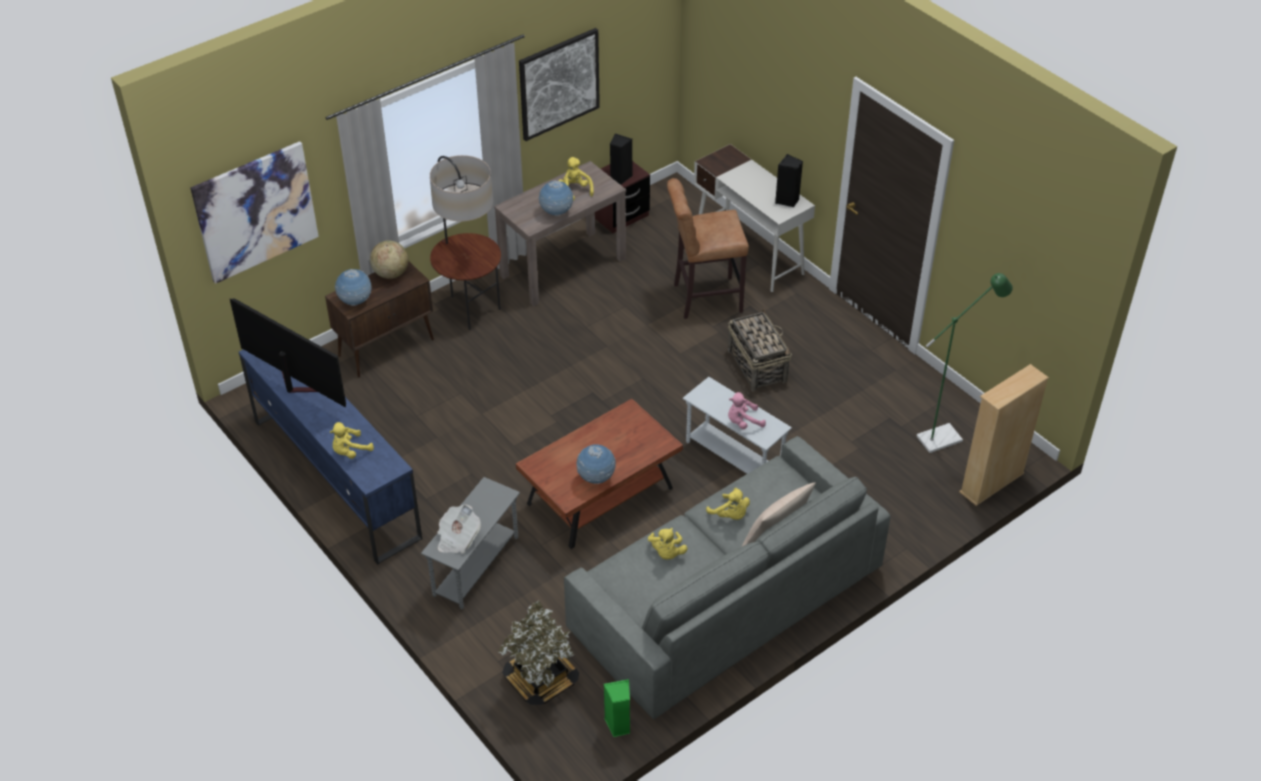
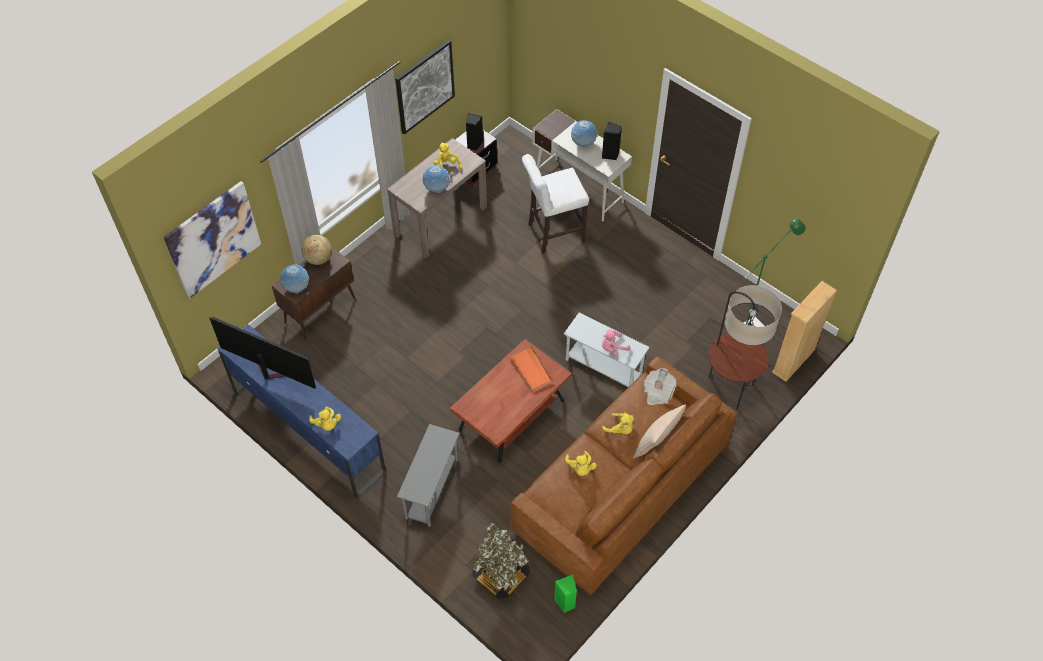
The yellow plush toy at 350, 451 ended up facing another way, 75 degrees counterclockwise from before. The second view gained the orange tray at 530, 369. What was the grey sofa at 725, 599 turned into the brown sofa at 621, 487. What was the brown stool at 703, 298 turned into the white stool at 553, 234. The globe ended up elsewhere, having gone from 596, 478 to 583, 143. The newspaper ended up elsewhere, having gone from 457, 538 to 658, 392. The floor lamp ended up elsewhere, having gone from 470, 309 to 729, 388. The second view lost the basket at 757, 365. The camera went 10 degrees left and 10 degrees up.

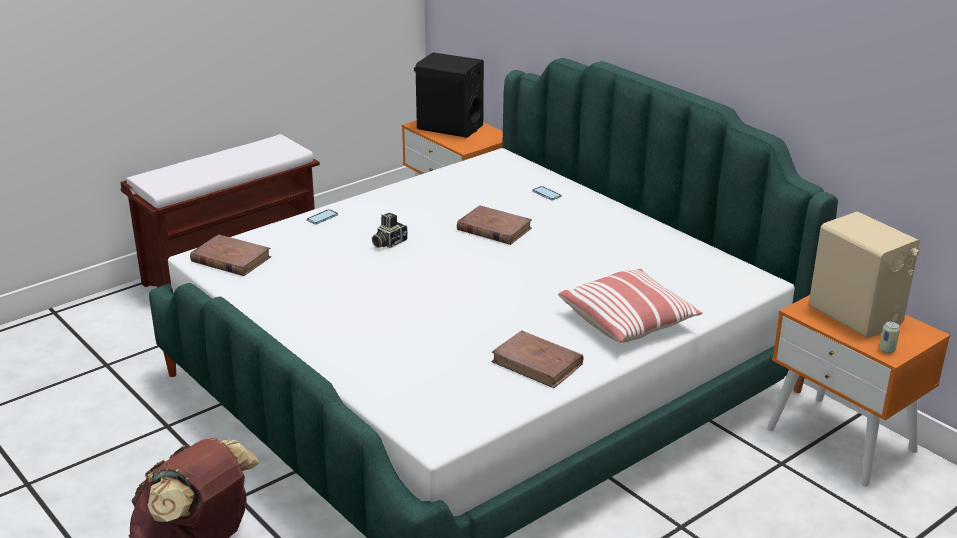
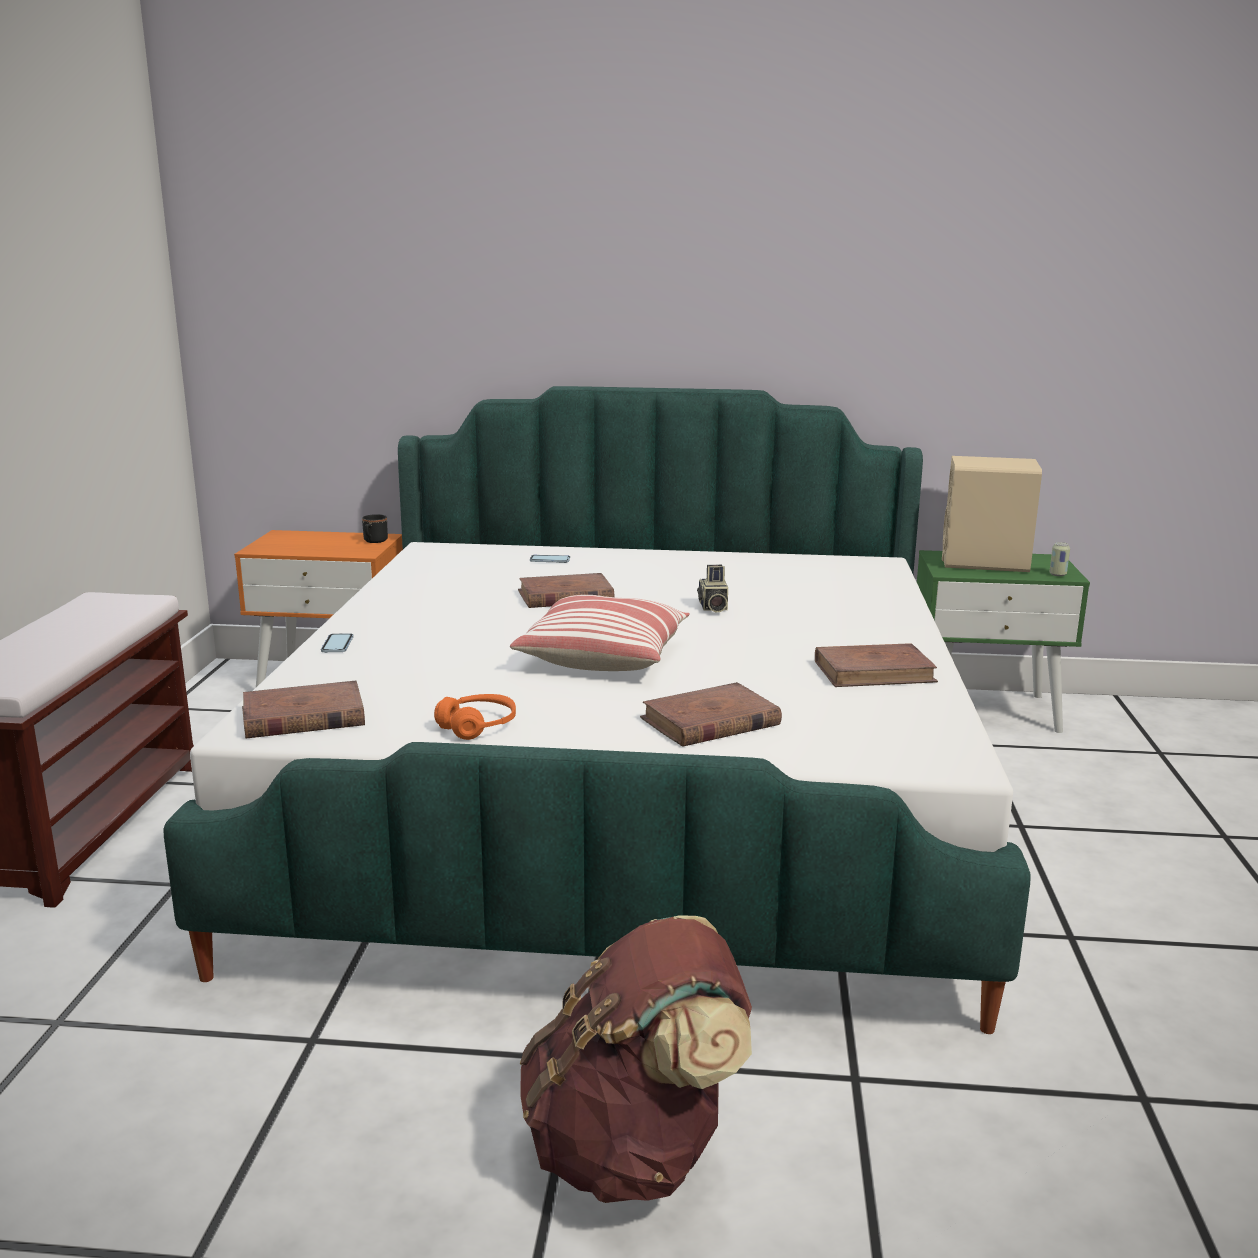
The second view gained the black mug at 374, 541. The second view gained the orange headphones at 477, 726. The pillow ended up elsewhere, having gone from 628, 321 to 603, 656. The second view gained the brown book at 710, 722. The photo camera ended up elsewhere, having gone from 388, 243 to 712, 607. What was the orange nightstand at 842, 440 turned into the green nightstand at 985, 710. The second view lost the black speaker at 449, 127. The camera went 45 degrees left and 10 degrees down.

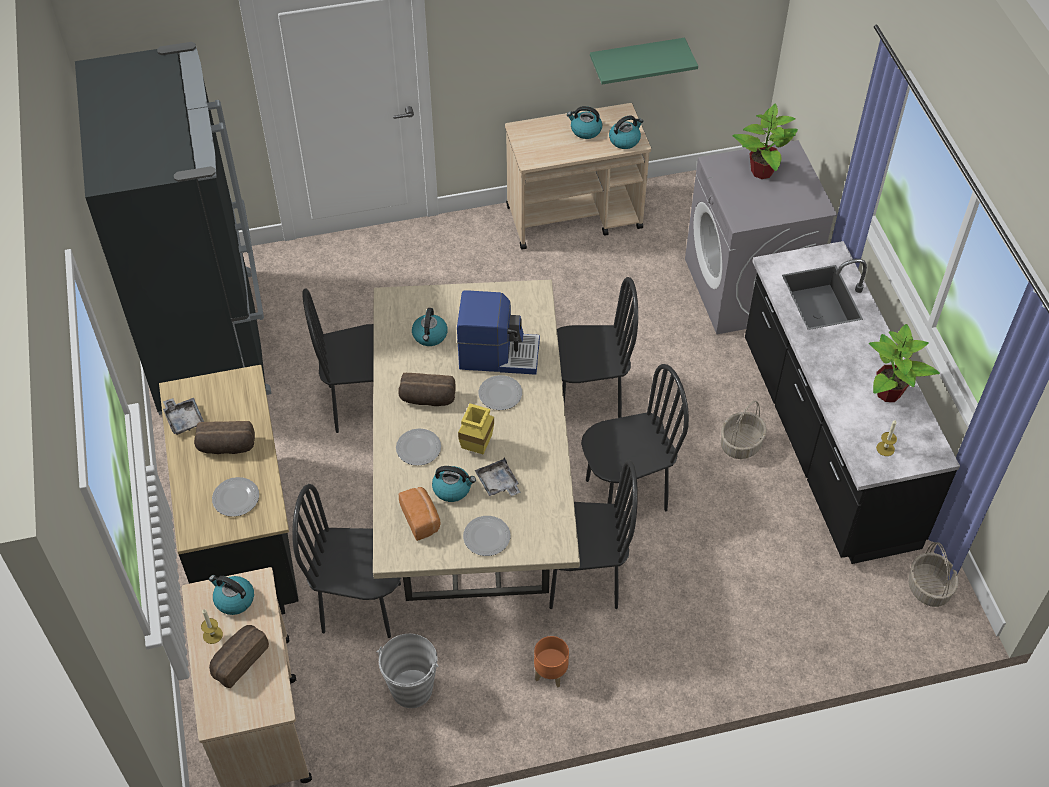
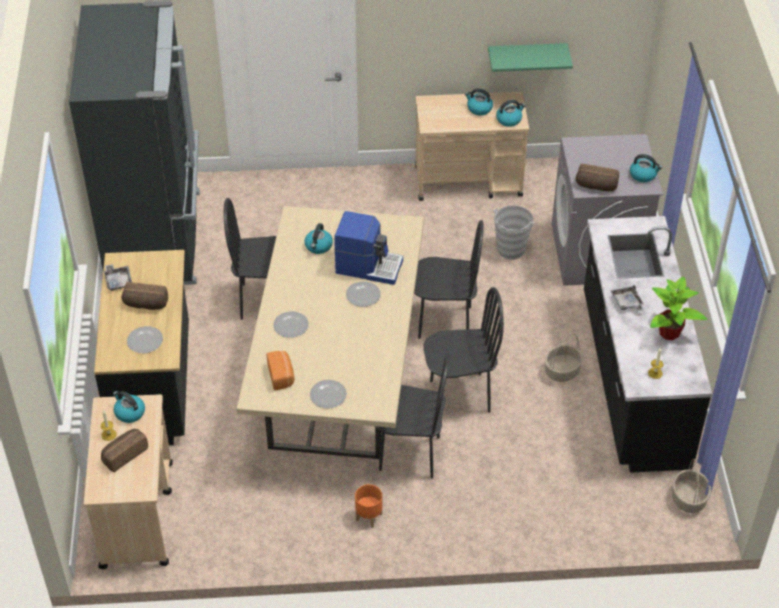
The grey bucket ended up elsewhere, having gone from 411, 689 to 510, 250. The bread ended up elsewhere, having gone from 427, 399 to 596, 186. The grey tray ended up elsewhere, having gone from 498, 483 to 627, 303. The kettle ended up elsewhere, having gone from 452, 488 to 643, 175. The second view lost the black chair at 361, 606. The second view lost the yellow vase at 476, 446. The second view lost the potted plant at 761, 171. The camera went 10 degrees right and 5 degrees down.

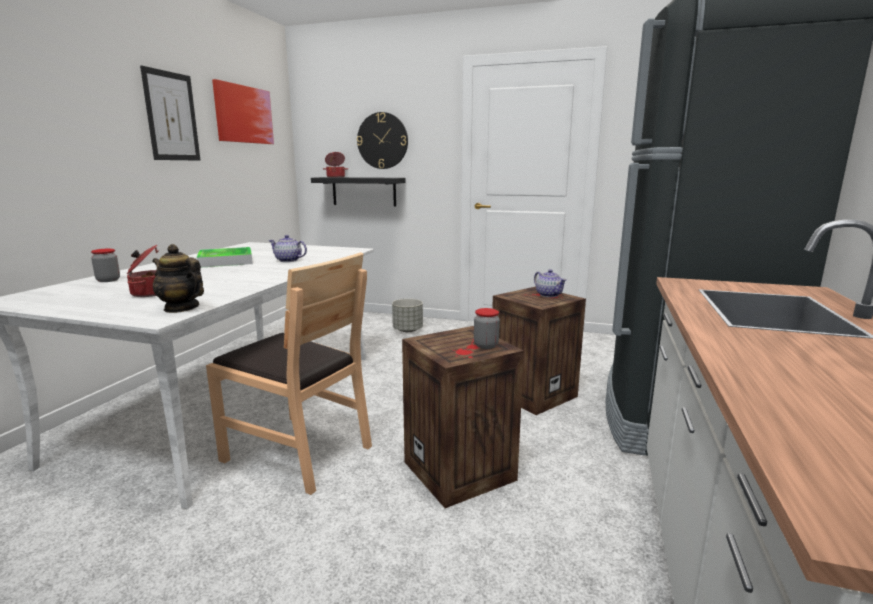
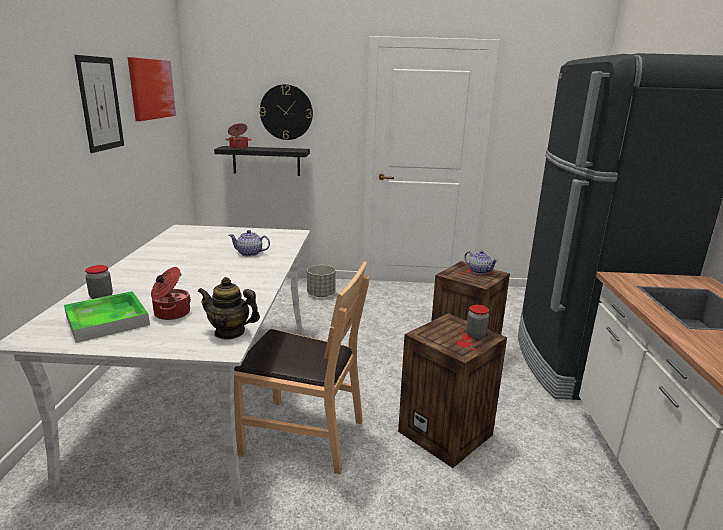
The tray ended up elsewhere, having gone from 226, 261 to 107, 320. The camera went 15 degrees left and 5 degrees up.

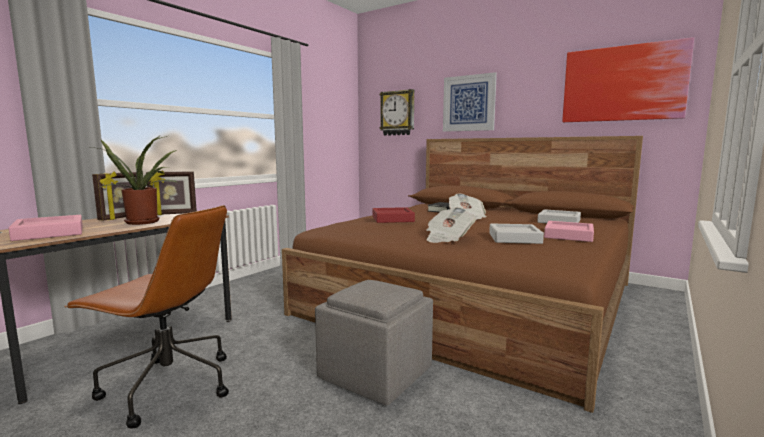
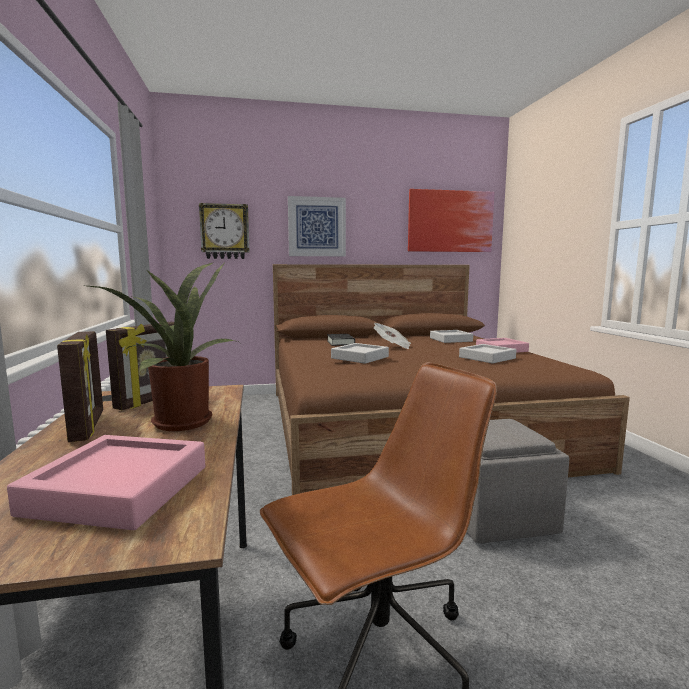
What was the red tray at 392, 219 turned into the grey tray at 360, 357. The second view lost the newspaper at 447, 238. The camera went 45 degrees left and 0 degrees up.

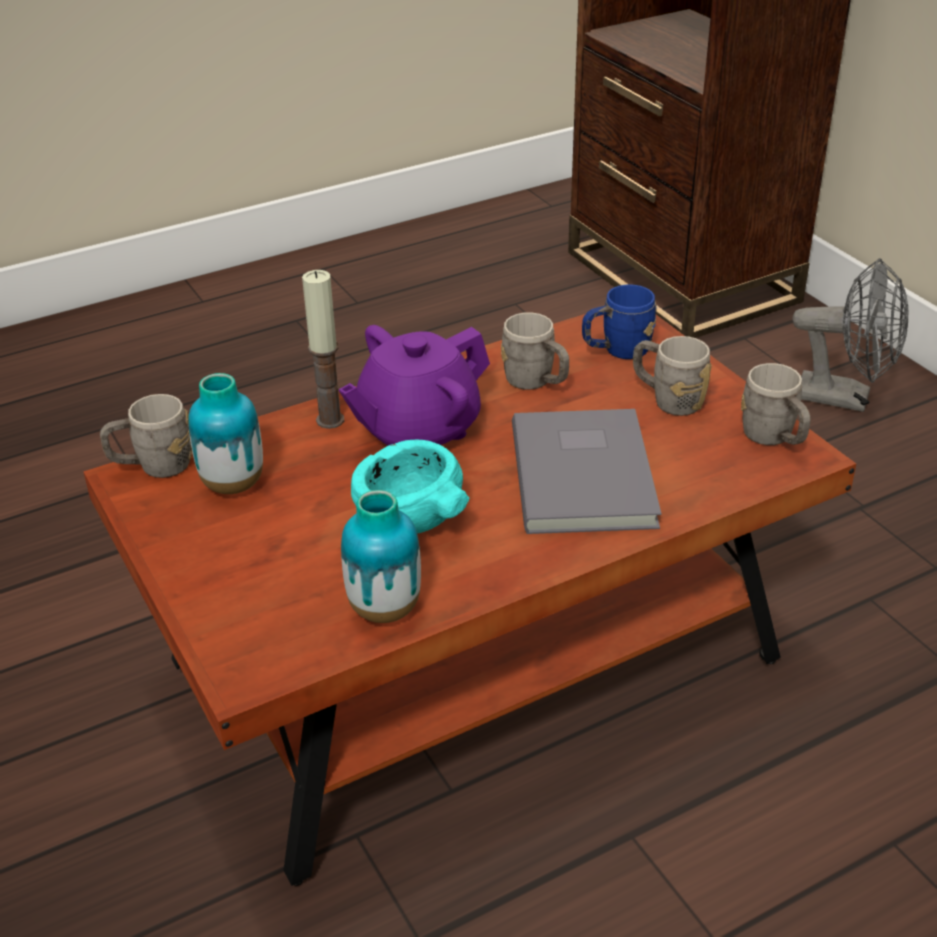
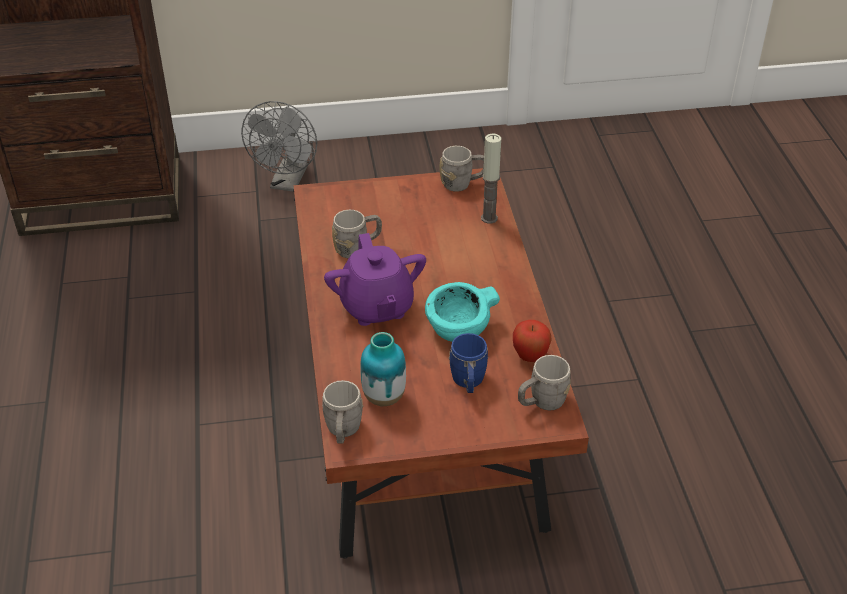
The grey fan at 845, 398 ended up facing another way, 150 degrees clockwise from before. The blue mug ended up elsewhere, having gone from 617, 351 to 468, 383. The candle ended up elsewhere, having gone from 330, 420 to 489, 218. Where the vase stood at 384, 609, the apple came to stand at 530, 356. The grey mug ended up elsewhere, having gone from 668, 399 to 541, 402. The second view lost the grey book at 587, 473. The camera went 70 degrees left and 5 degrees up.

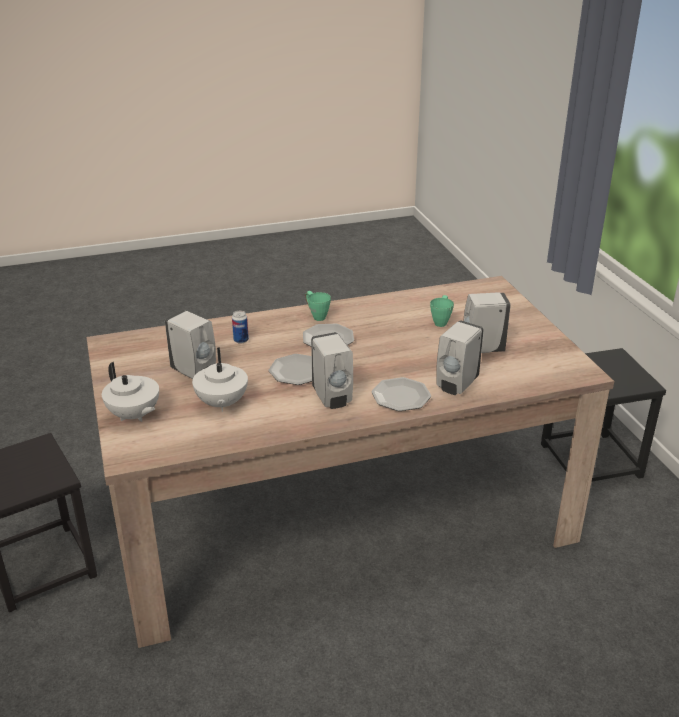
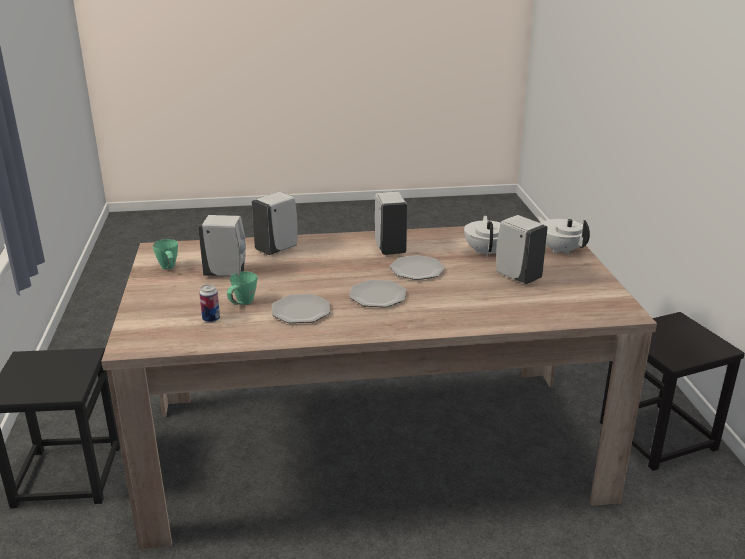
The green mug ended up elsewhere, having gone from 316, 316 to 169, 269. The can ended up elsewhere, having gone from 241, 340 to 211, 319. The plate ended up elsewhere, having gone from 400, 397 to 301, 311. The camera went 170 degrees left and 5 degrees down.

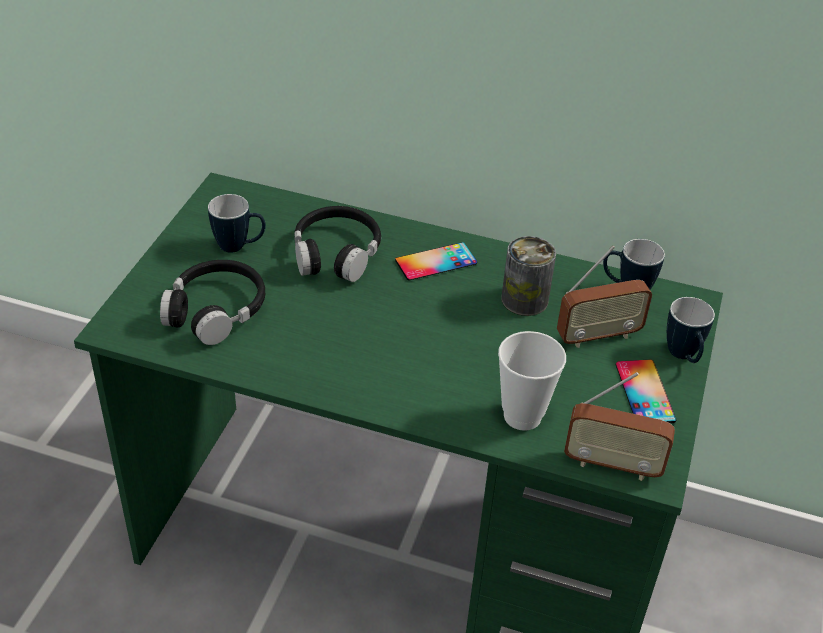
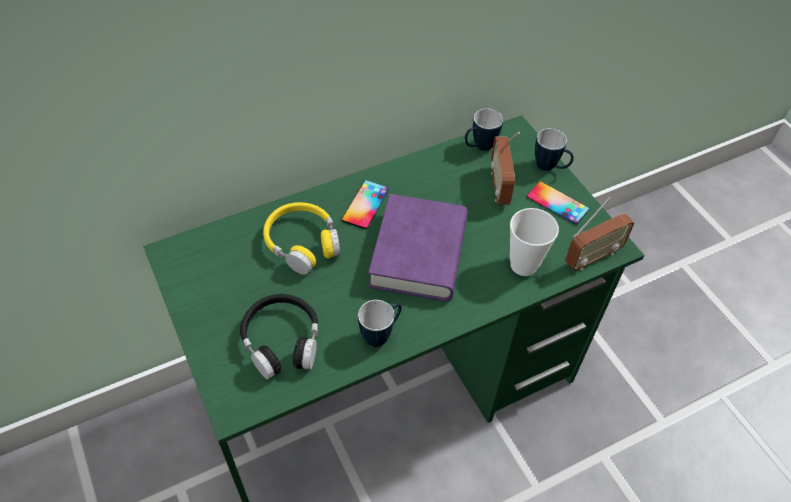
What was the black headphones at 336, 253 turned into the yellow headphones at 302, 243. The mug ended up elsewhere, having gone from 239, 247 to 381, 335. The second view gained the purple book at 418, 253. The radio at 598, 336 ended up facing another way, 150 degrees clockwise from before. The second view lost the can at 524, 300. The camera went 45 degrees left and 10 degrees up.

